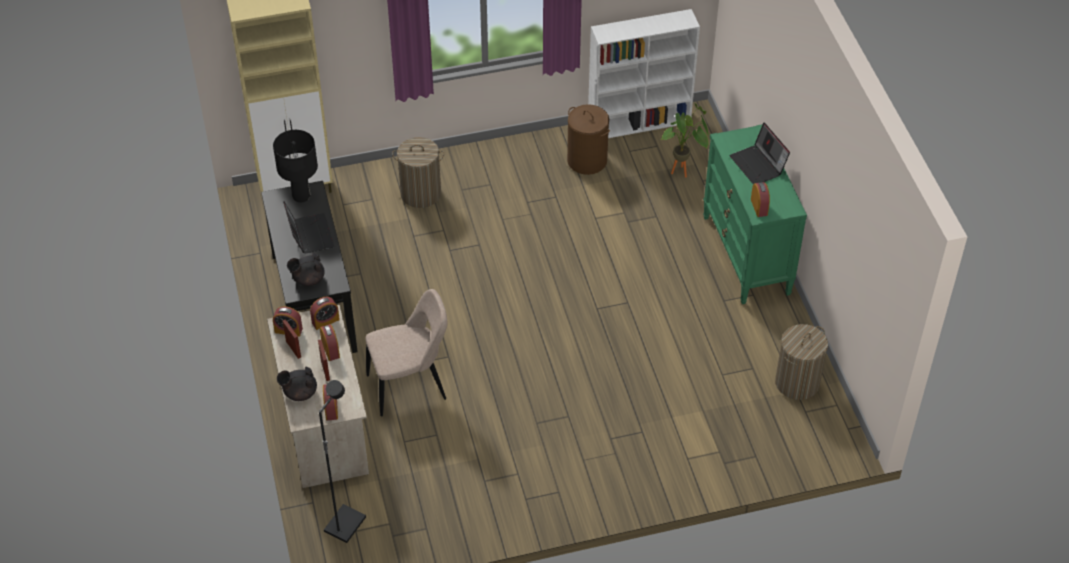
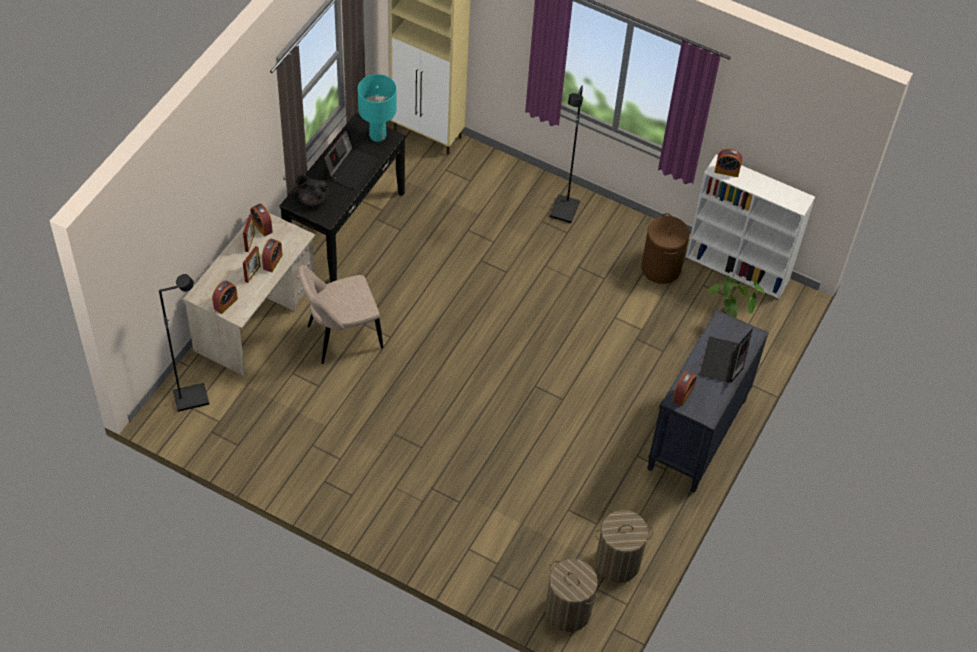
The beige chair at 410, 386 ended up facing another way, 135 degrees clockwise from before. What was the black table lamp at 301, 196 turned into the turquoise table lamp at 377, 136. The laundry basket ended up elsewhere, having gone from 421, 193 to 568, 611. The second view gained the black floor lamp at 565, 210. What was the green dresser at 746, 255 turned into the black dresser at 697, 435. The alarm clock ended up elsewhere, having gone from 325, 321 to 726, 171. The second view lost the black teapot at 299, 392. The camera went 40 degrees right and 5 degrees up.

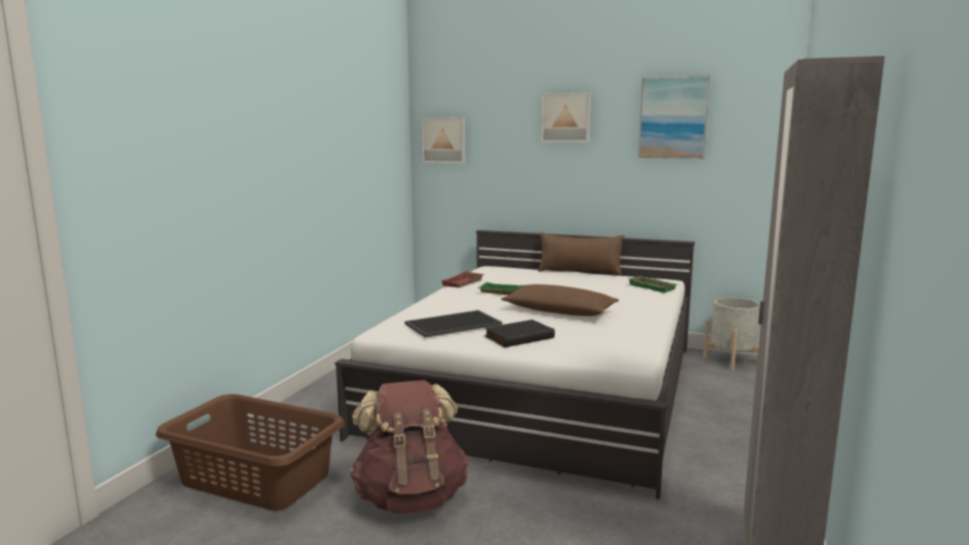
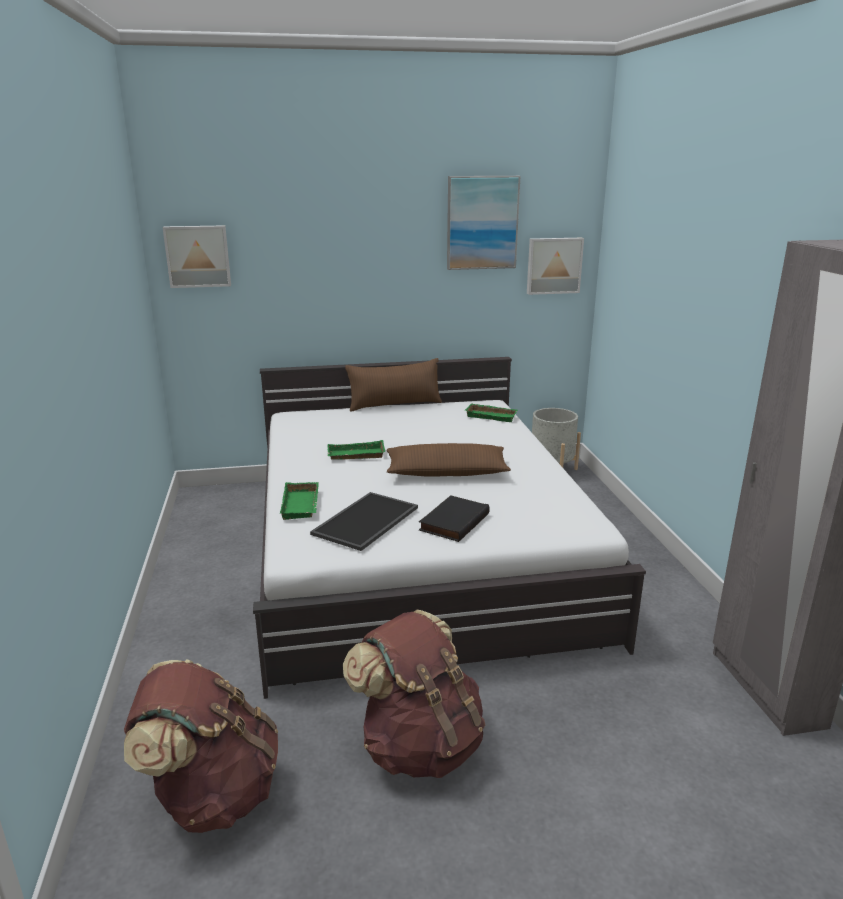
Where the brown laundry basket stood at 256, 478, the brown backpack came to stand at 212, 794. The second view gained the green tray at 302, 505. The picture ended up elsewhere, having gone from 566, 118 to 553, 265. The second view lost the red tray at 463, 283. The camera went 30 degrees left and 10 degrees up.

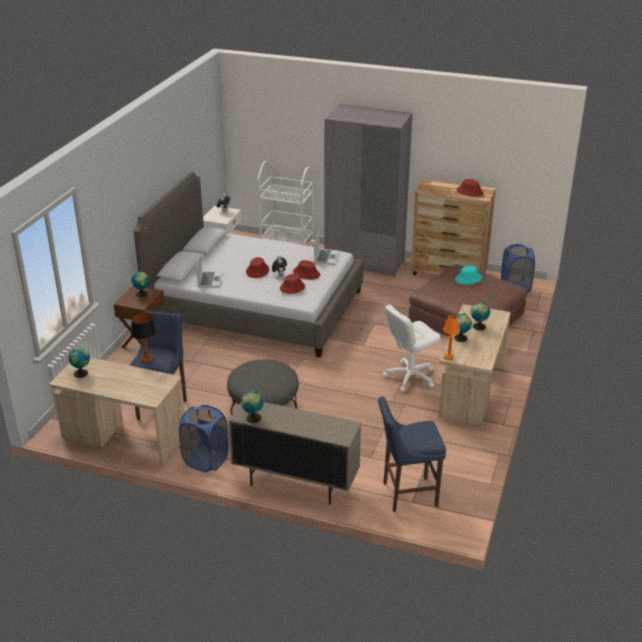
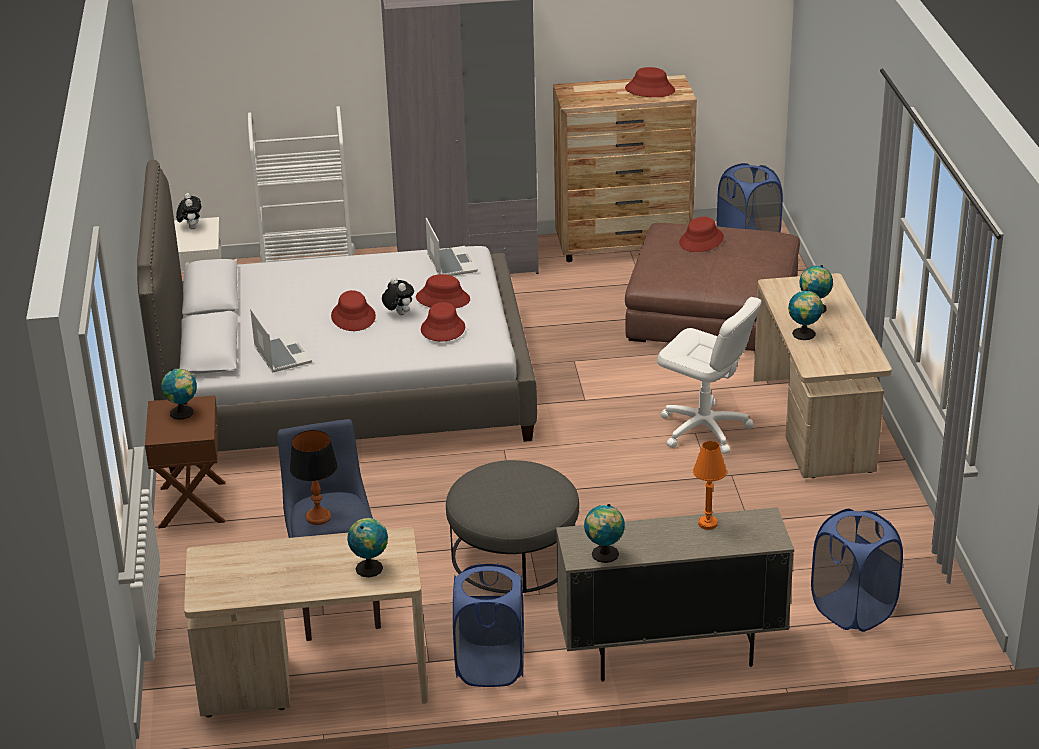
The globe ended up elsewhere, having gone from 82, 373 to 370, 567. The white office chair at 410, 377 ended up facing another way, 90 degrees counterclockwise from before. What was the turquoise hat at 468, 278 turned into the red hat at 701, 240. The orange table lamp ended up elsewhere, having gone from 449, 357 to 707, 524. Where the blue stool stood at 406, 494, the blue laundry basket came to stand at 852, 610. The camera went 25 degrees left and 0 degrees up.

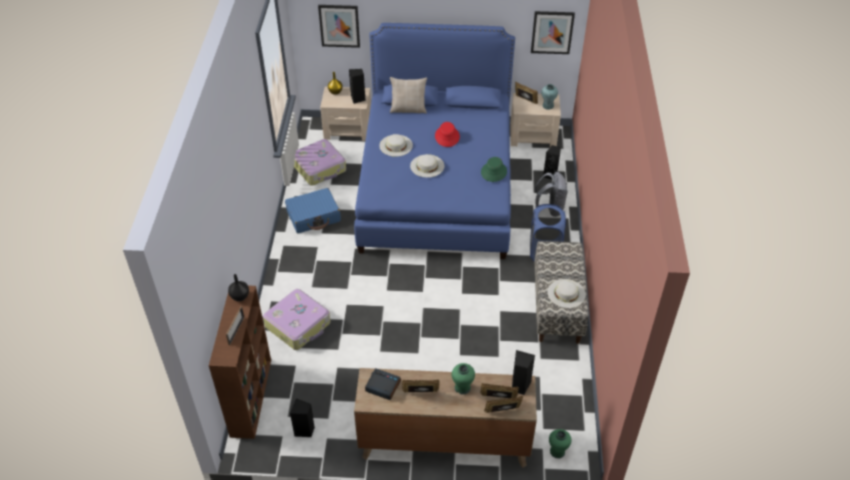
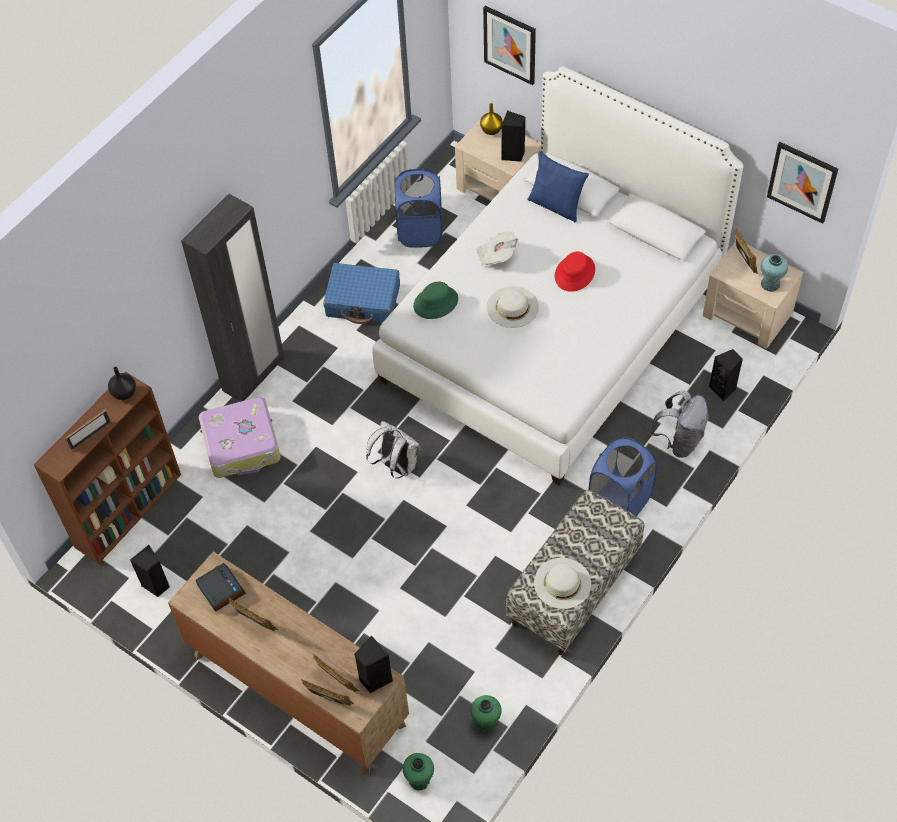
The second view gained the black wardrobe at 254, 375. The second view gained the white backpack at 396, 466. What was the blue bed at 436, 185 turned into the white bed at 552, 329. Where the suitcase stood at 319, 168, the blue laundry basket came to stand at 420, 231. The green hat ended up elsewhere, having gone from 493, 172 to 435, 302. The green vase ended up elsewhere, having gone from 462, 388 to 486, 722. Where the white hat stood at 396, 145, the newspaper came to stand at 496, 255. What was the beige pillow at 408, 109 turned into the blue pillow at 556, 205. The camera went 35 degrees right and 10 degrees up.

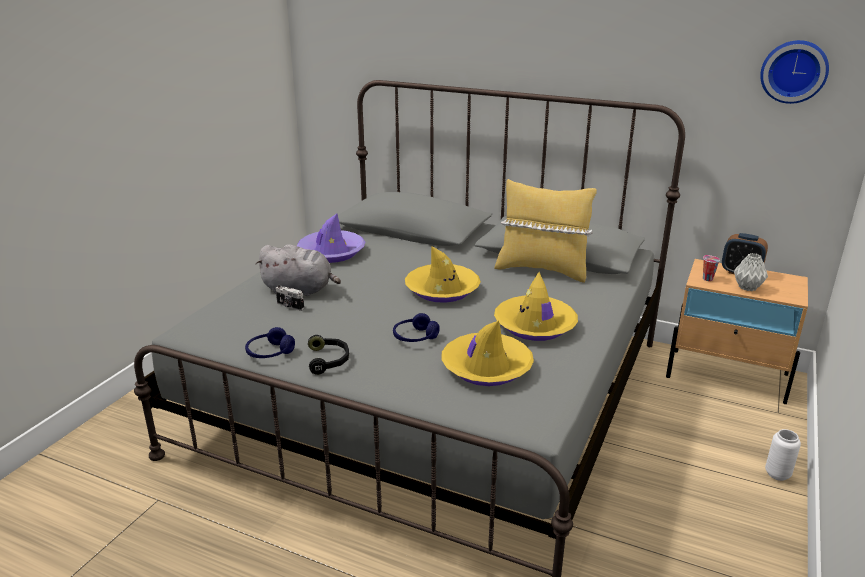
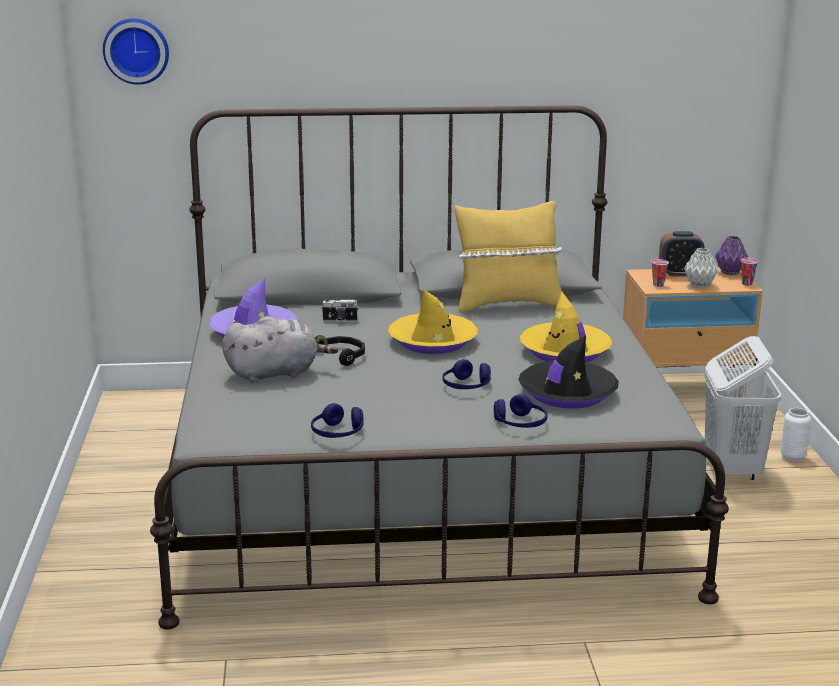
The wall clock ended up elsewhere, having gone from 794, 71 to 136, 50. The black headphones ended up elsewhere, having gone from 329, 360 to 342, 355. The photo camera ended up elsewhere, having gone from 289, 306 to 340, 320. The second view gained the blue headphones at 520, 424. What was the yellow hat at 486, 367 turned into the black hat at 567, 393. The second view gained the white laundry basket at 732, 469. The second view gained the purple vase at 730, 272. The second view gained the cup at 746, 283. The camera went 30 degrees left and 5 degrees down.

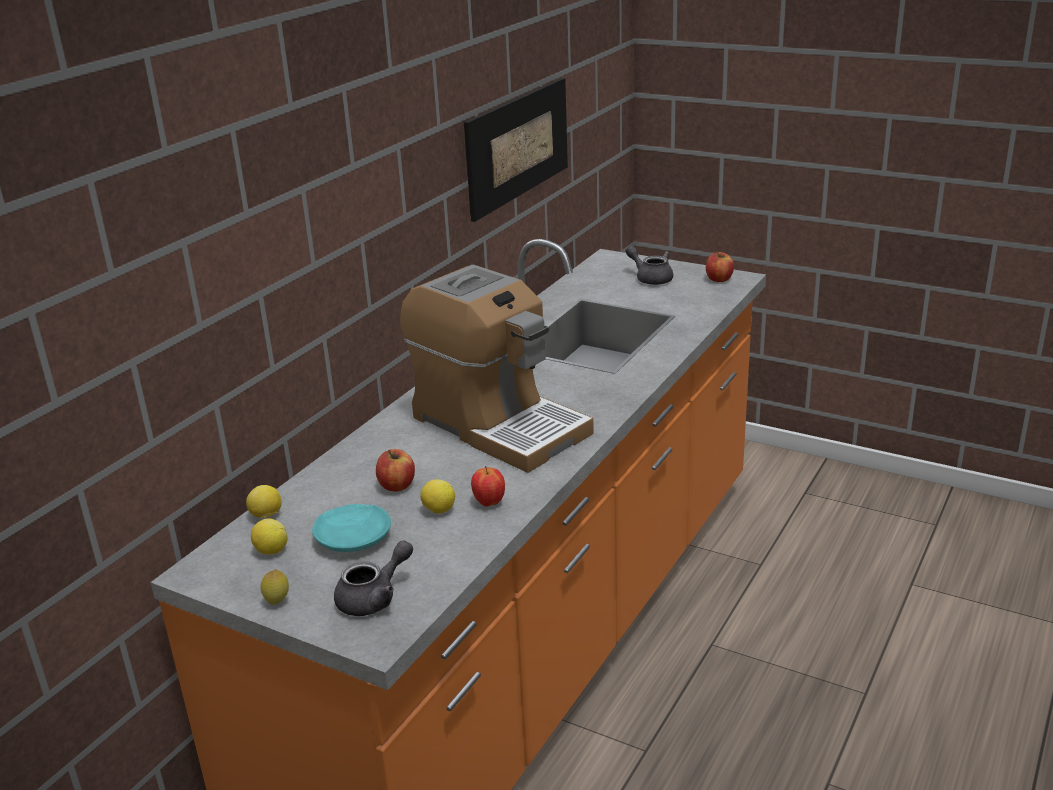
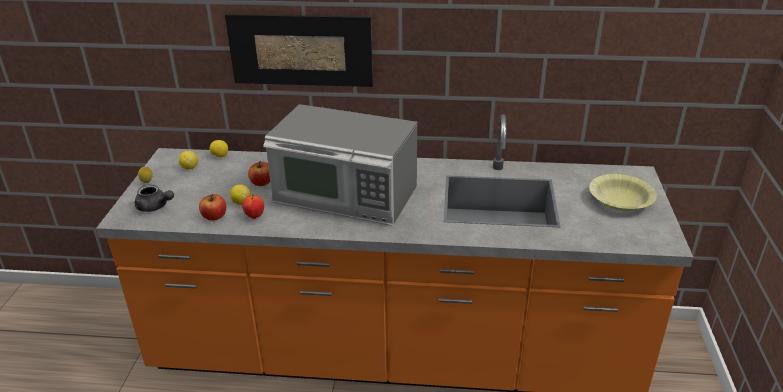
The apple ended up elsewhere, having gone from 719, 279 to 214, 216. The picture ended up elsewhere, having gone from 518, 146 to 300, 50. Where the coffee machine stood at 498, 425, the microwave came to stand at 345, 195. Where the grey teapot stood at 651, 278, the yellow bowl came to stand at 620, 201. The second view lost the turquoise plate at 354, 538. The camera went 65 degrees right and 5 degrees up.

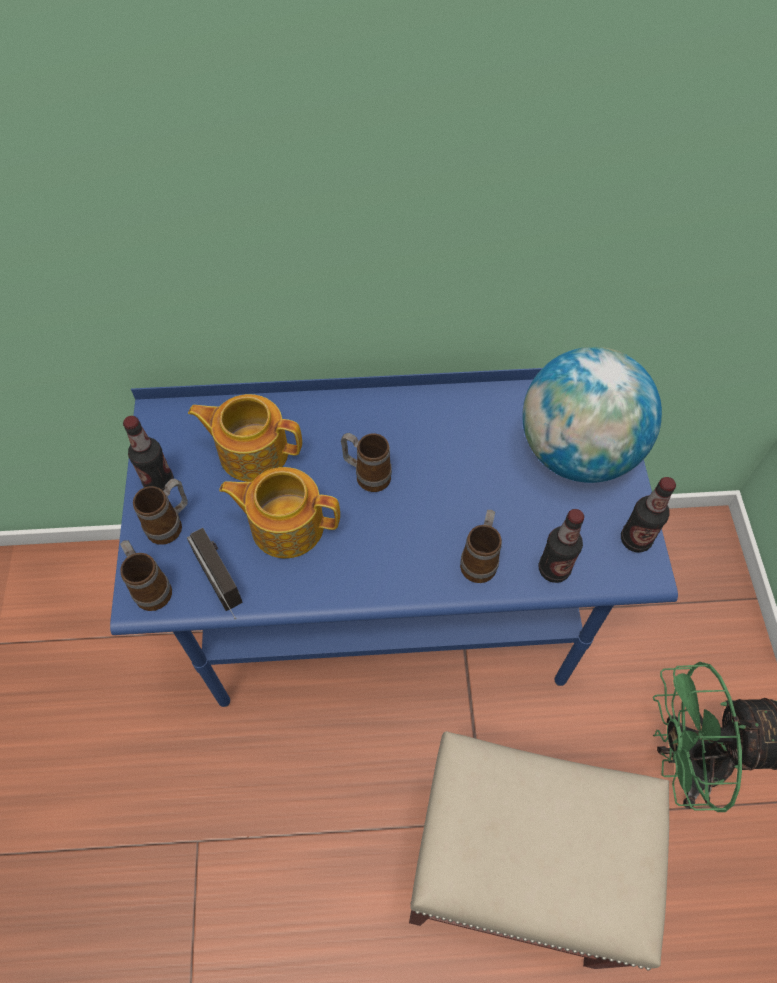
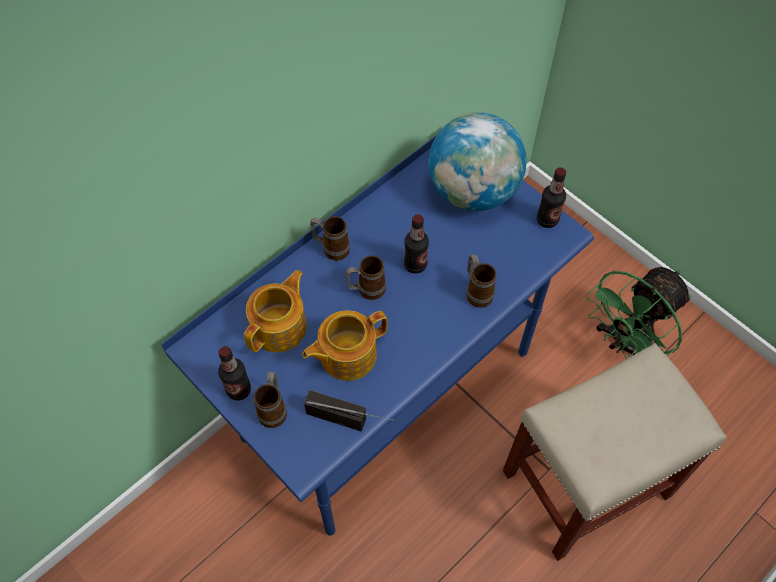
The teapot at 252, 451 ended up facing another way, 150 degrees clockwise from before. The mug ended up elsewhere, having gone from 150, 587 to 331, 248. The bottle ended up elsewhere, having gone from 554, 569 to 415, 265. The camera went 40 degrees left and 0 degrees up.

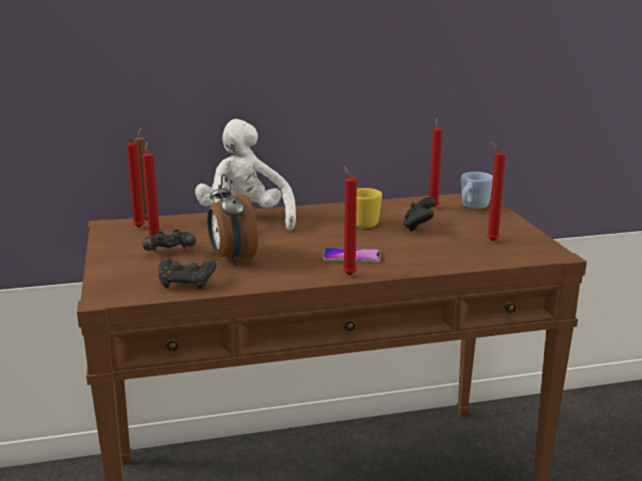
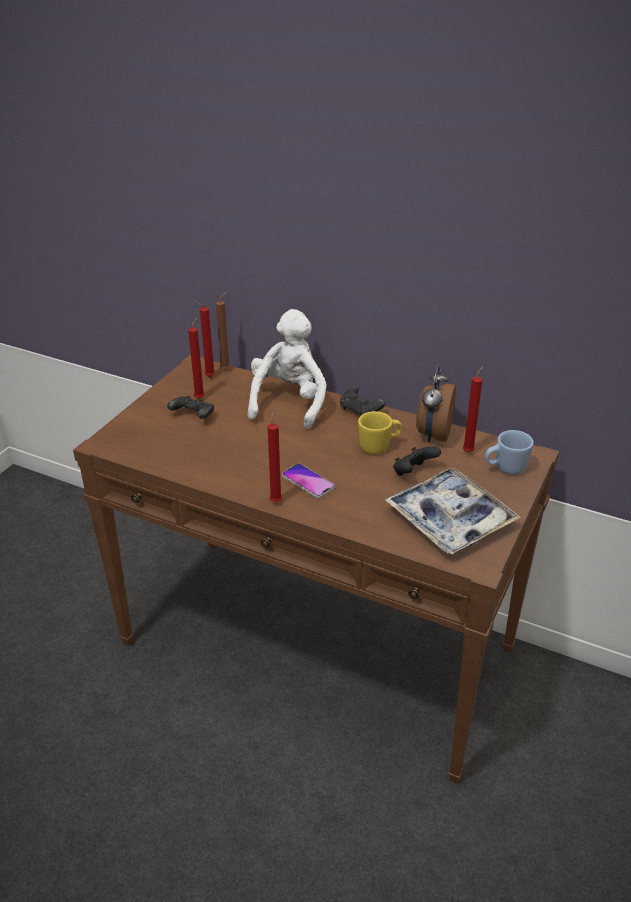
The black game controller ended up elsewhere, having gone from 186, 284 to 360, 411. Where the red candle stood at 490, 240, the tray came to stand at 450, 519. The alarm clock ended up elsewhere, having gone from 231, 258 to 433, 434. The camera went 40 degrees right and 15 degrees up.

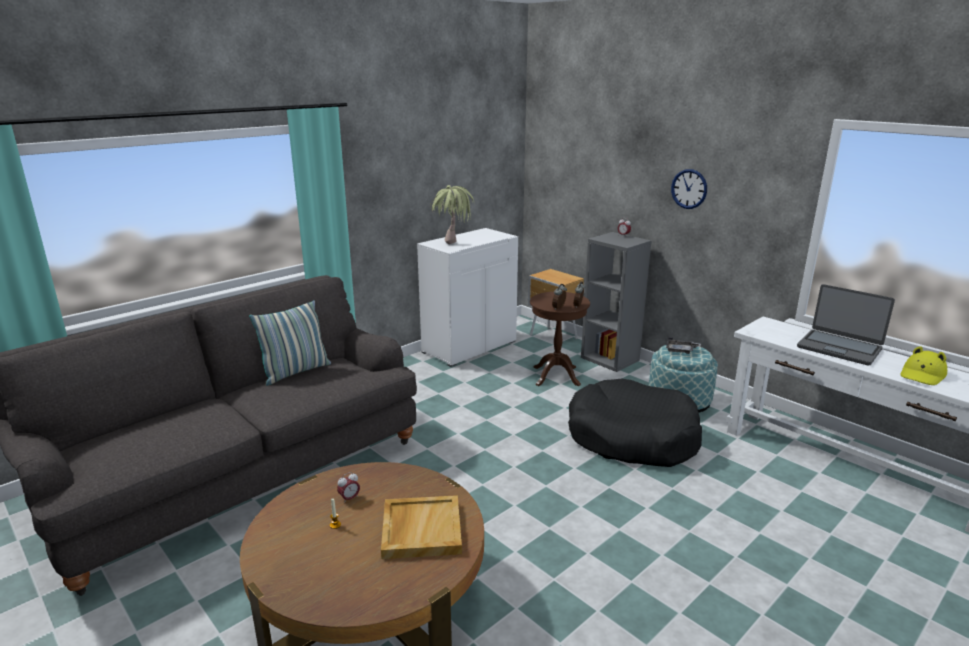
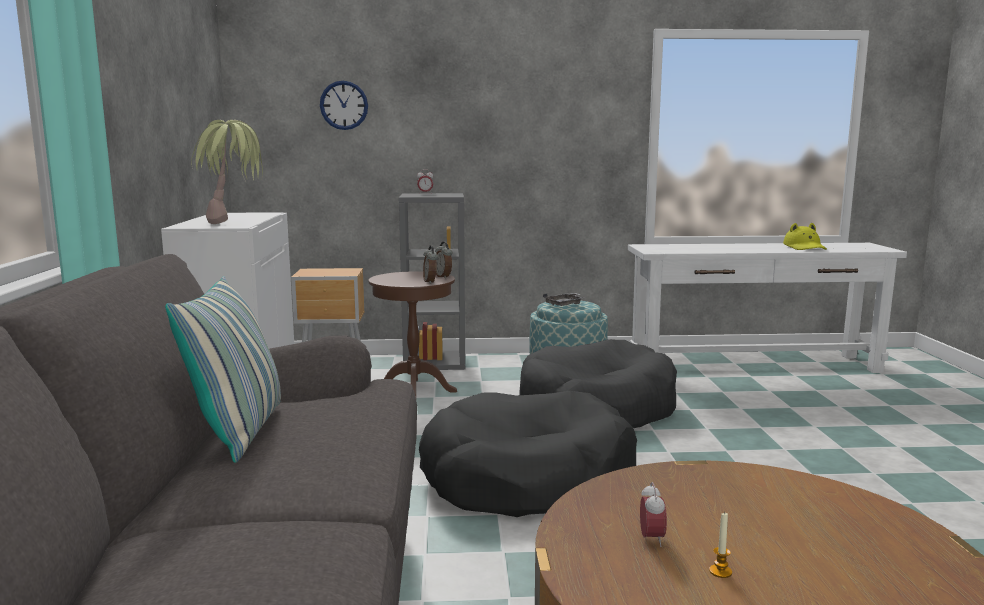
The wall clock ended up elsewhere, having gone from 689, 189 to 344, 105. The second view gained the black dog bed at 526, 478. The second view lost the beige tray at 421, 529. The second view lost the laptop at 839, 348. The camera went 50 degrees left and 10 degrees down.

